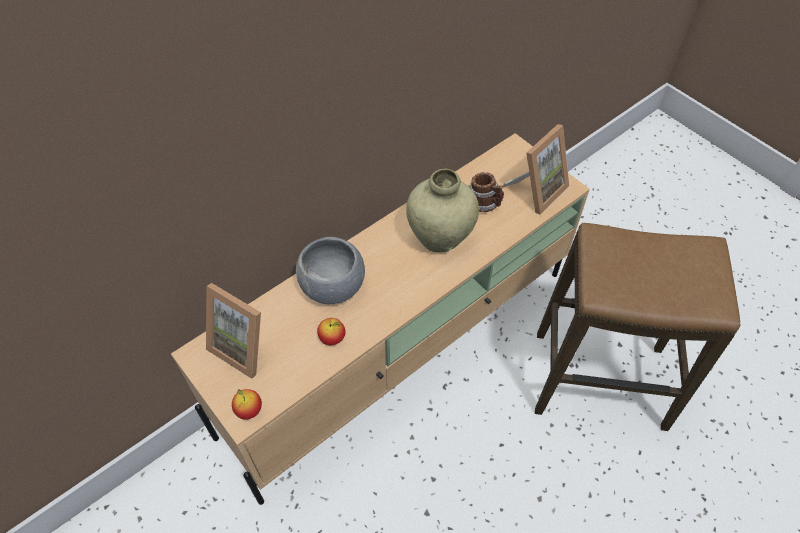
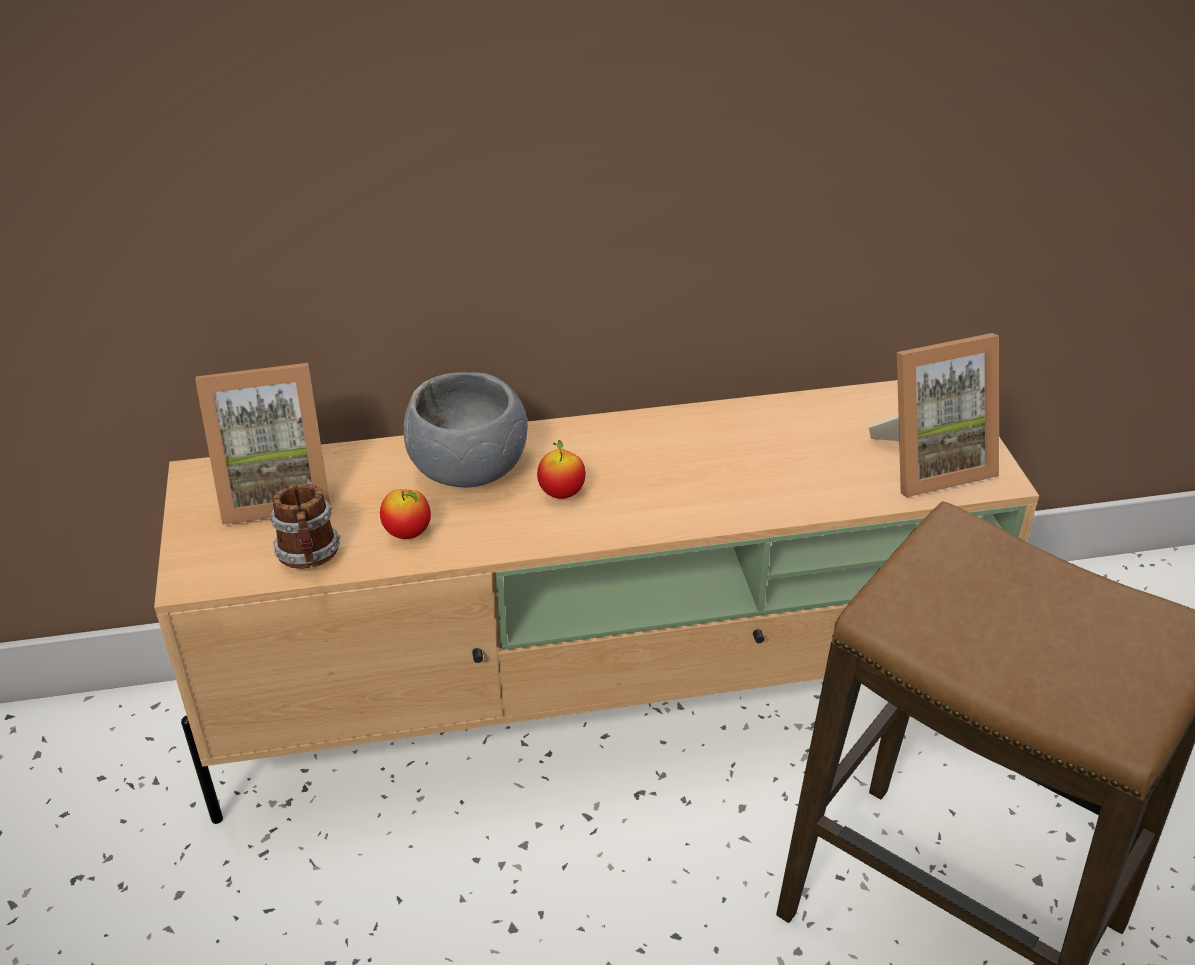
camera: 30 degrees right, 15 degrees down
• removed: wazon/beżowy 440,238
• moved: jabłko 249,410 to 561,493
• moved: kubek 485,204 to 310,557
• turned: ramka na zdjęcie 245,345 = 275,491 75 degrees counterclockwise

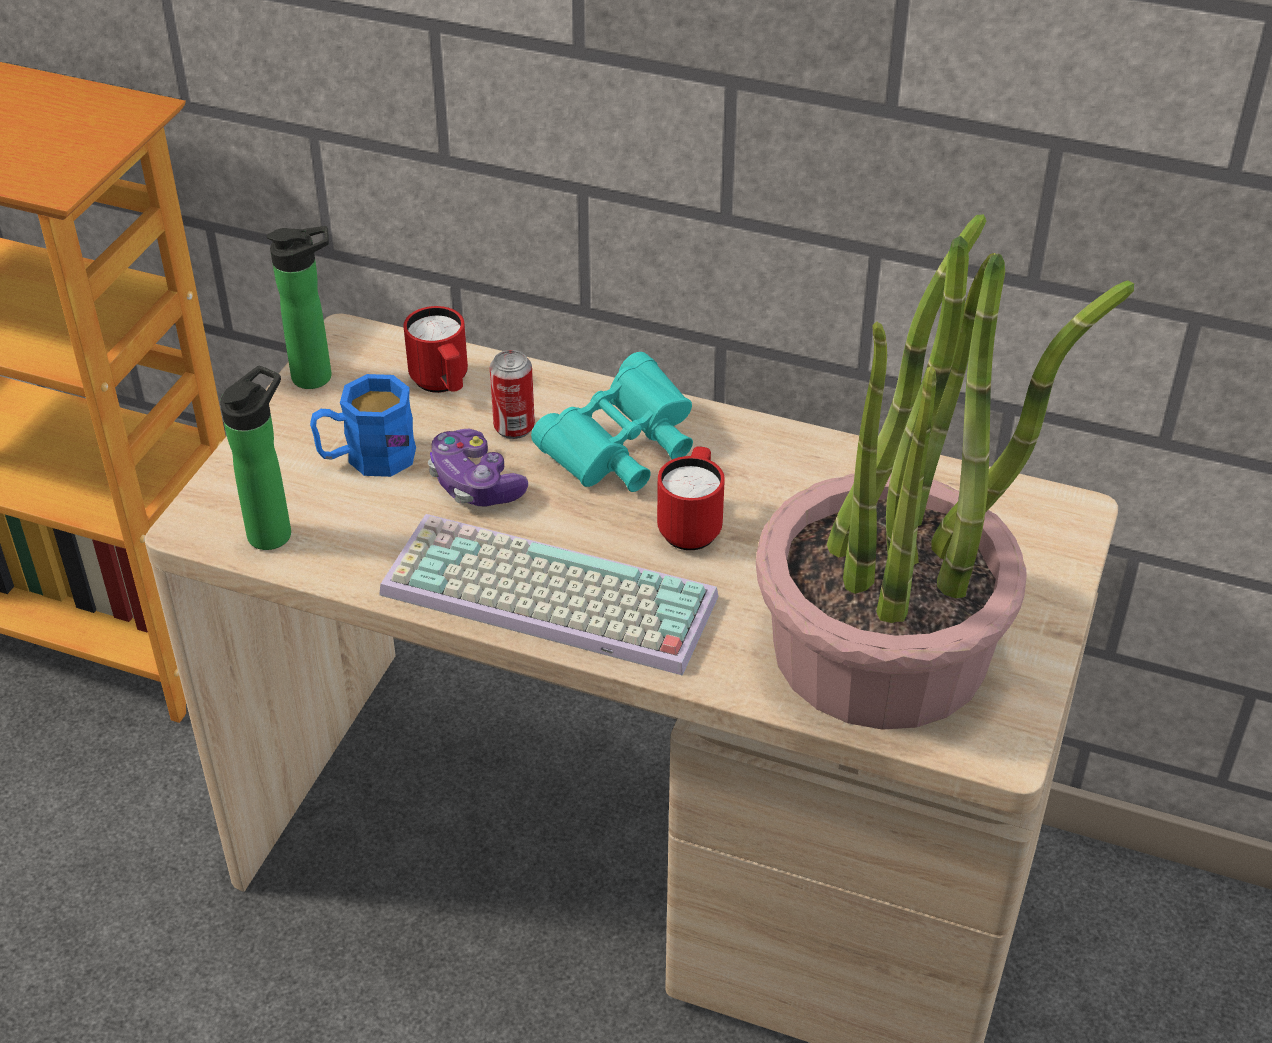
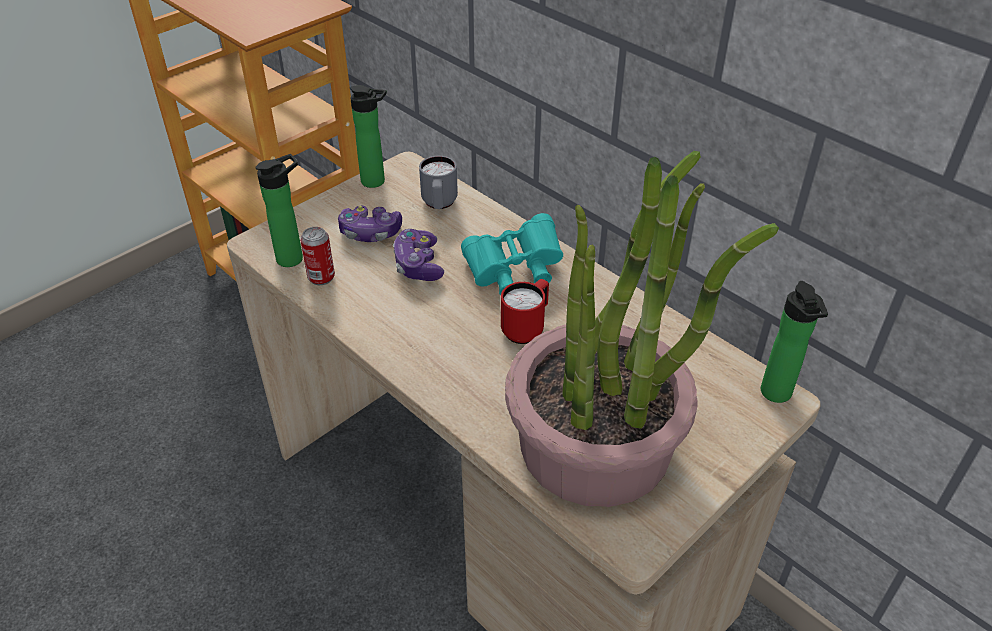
camera: 25 degrees right, 0 degrees up
• removed: klawiatura 542,599
• added: butelka 777,395
• moved: puszka 514,427 to 321,277
• replaced: kubek/niebieski 367,458 to pad do gier 370,233
• recoloured: kubek/czerwony 442,385 to kubek/szary 439,205

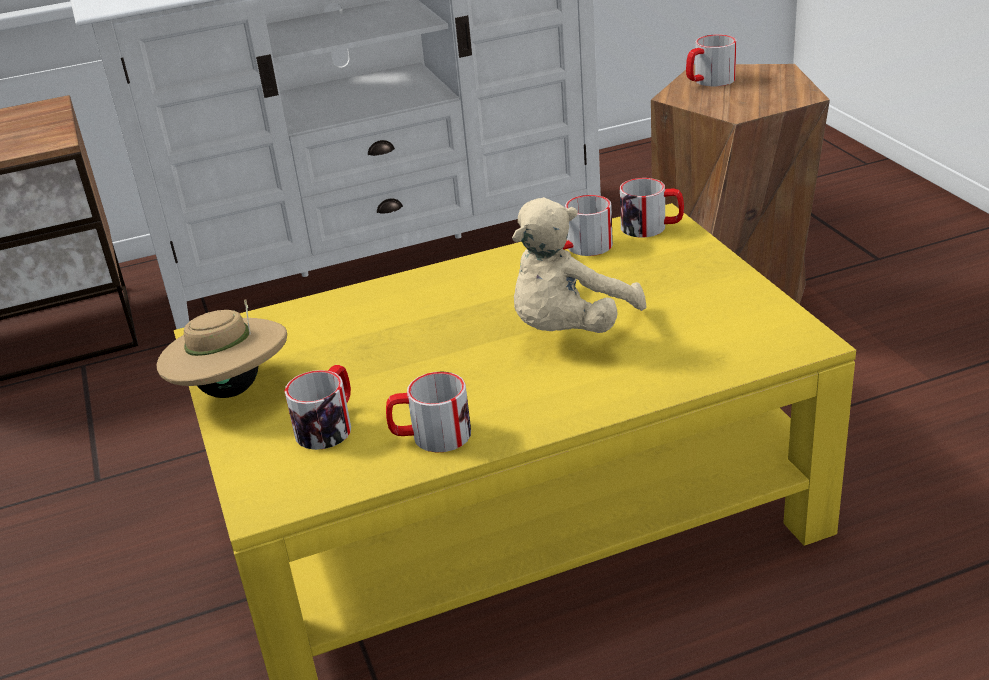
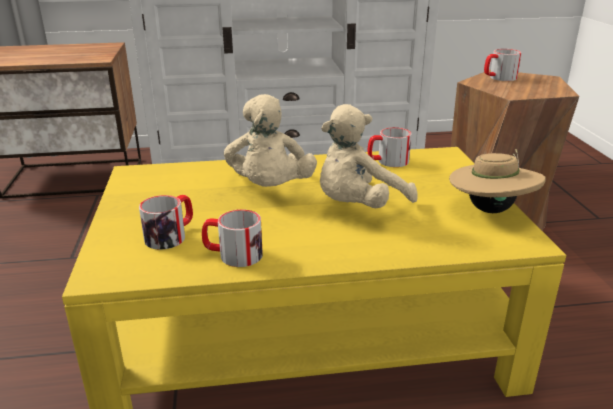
camera: 10 degrees right, 5 degrees down
• removed: kubek 652,227
• added: pluszak/beżowy 269,189
• moved: kapelusz/beżowy 232,390 to 490,210

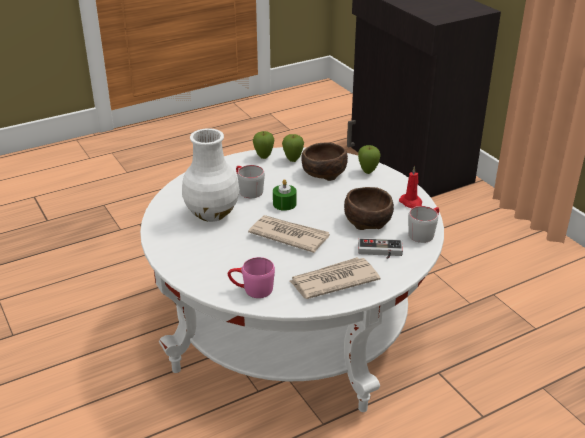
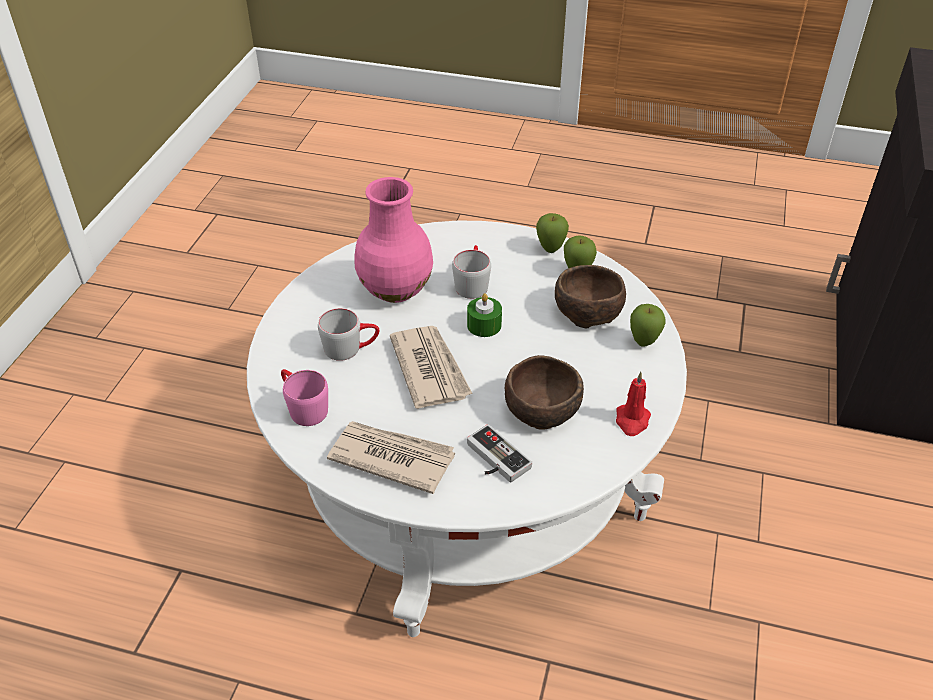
camera: 45 degrees right, 10 degrees up
• moved: kubek/szary 424,232 to 351,348
• recoloured: wazon/biały 212,213 to wazon/różowy 396,289

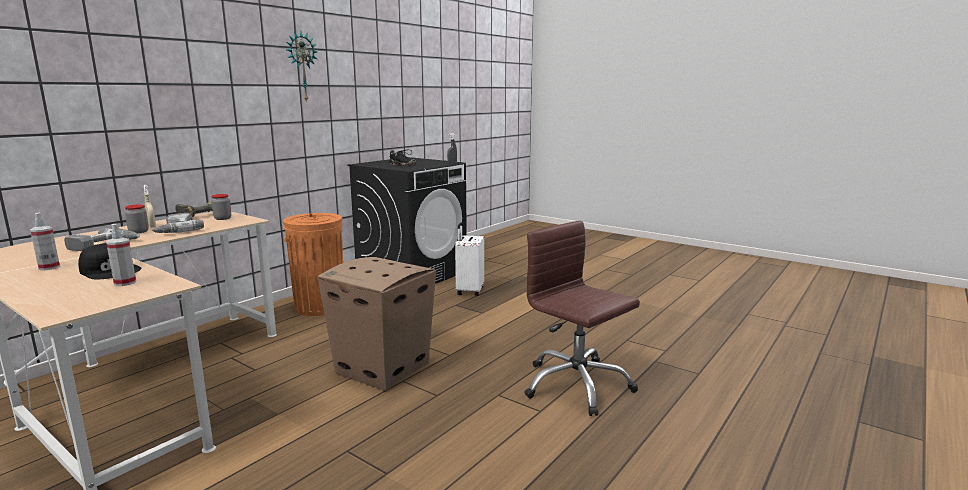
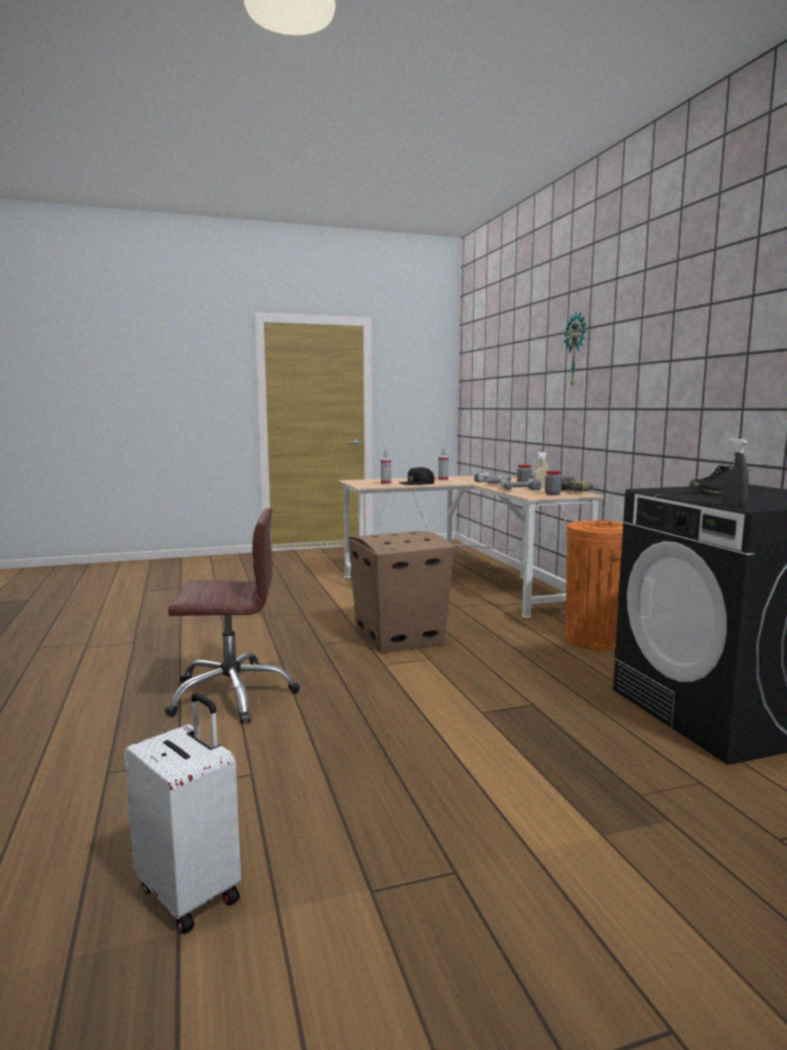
camera: 125 degrees right, 5 degrees down
• moved: zegar ścienny 301,66 to 576,350
• moved: walizka/biały 469,291 to 191,892

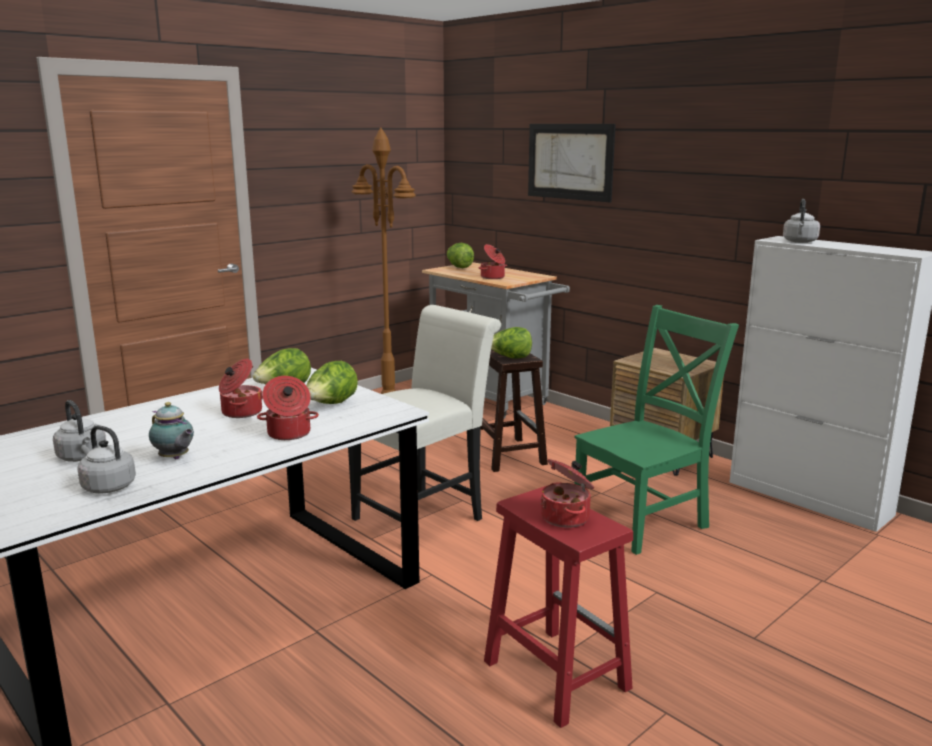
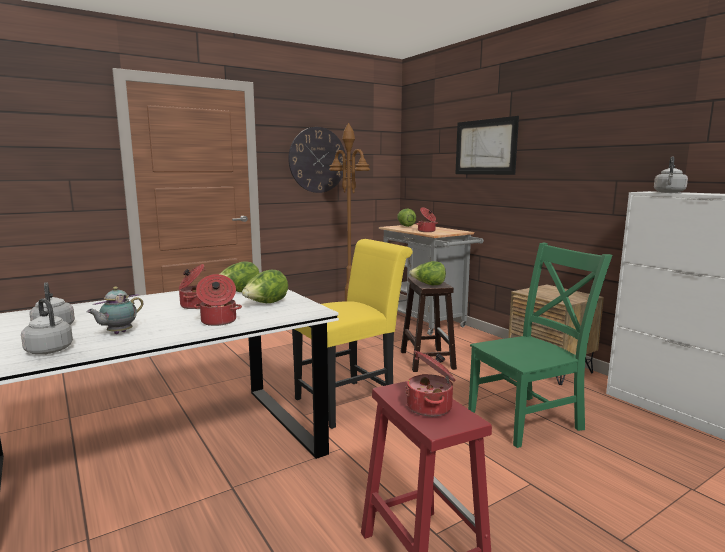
camera: 10 degrees right, 5 degrees down
• added: zegar ścienny 317,160
• recoloured: krzesło/biały 424,516 to krzesło/żółty 350,401
• turned: imbryk 174,458 = 118,333 75 degrees clockwise

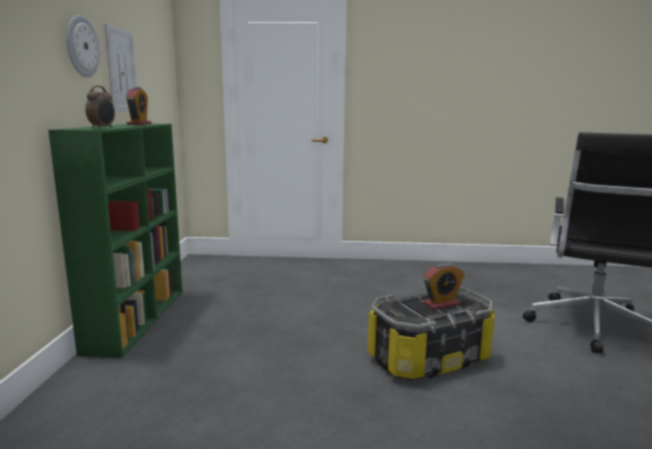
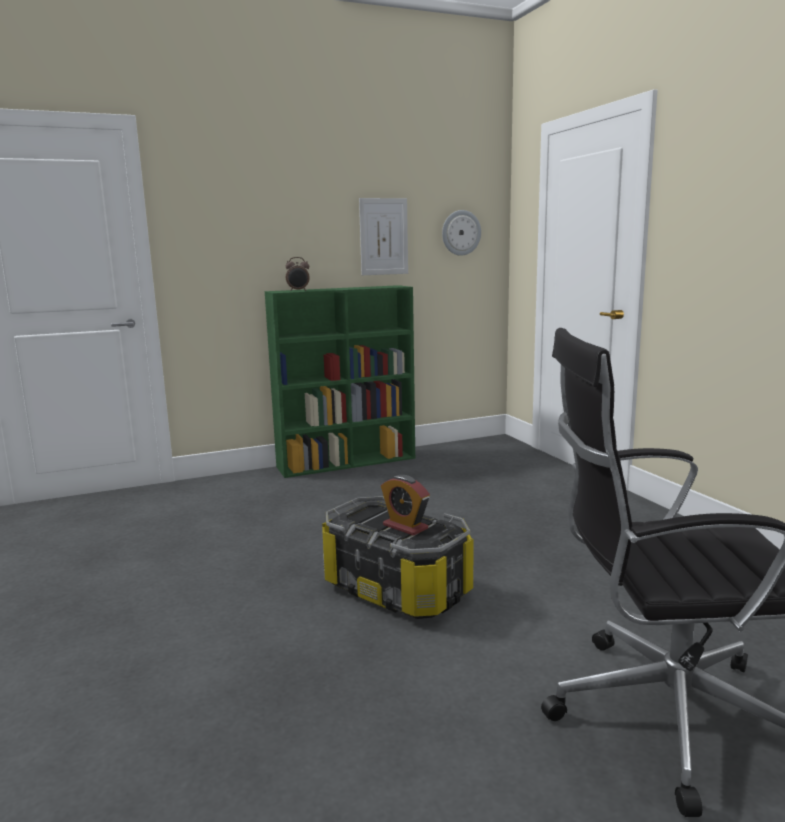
camera: 65 degrees right, 0 degrees up
• removed: budzik 139,124
• moved: zegar ścienny 81,46 to 461,233

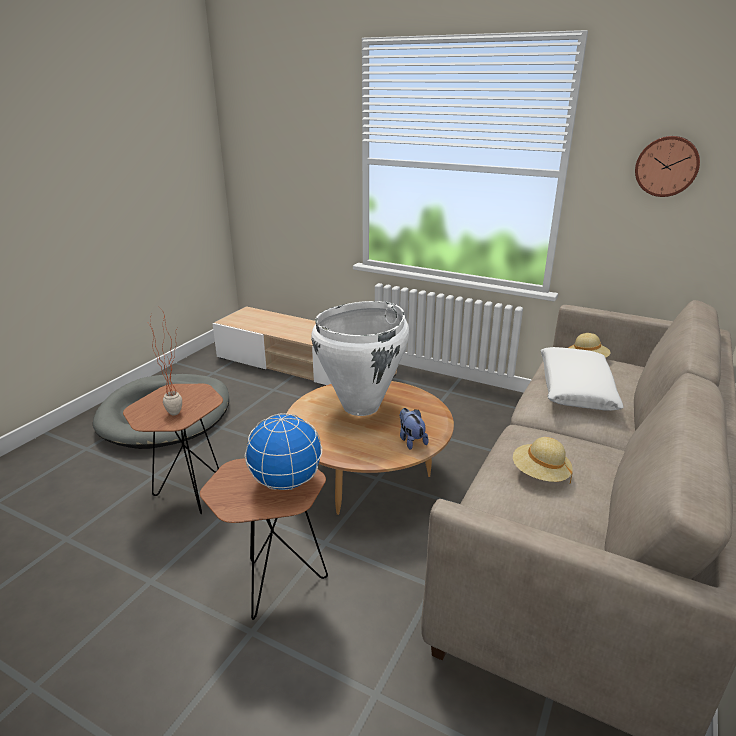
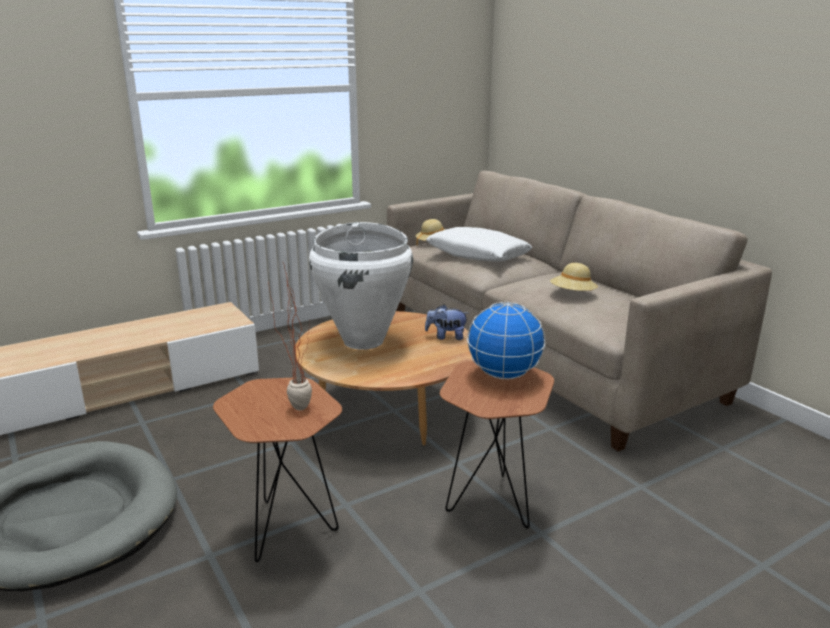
camera: 60 degrees left, 5 degrees down
• removed: zegar ścienny 667,166

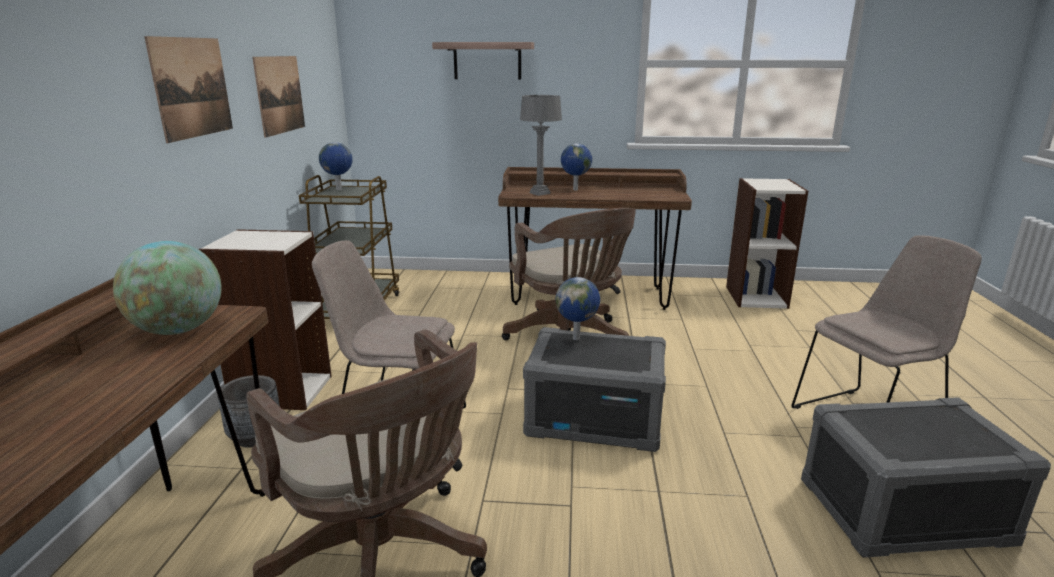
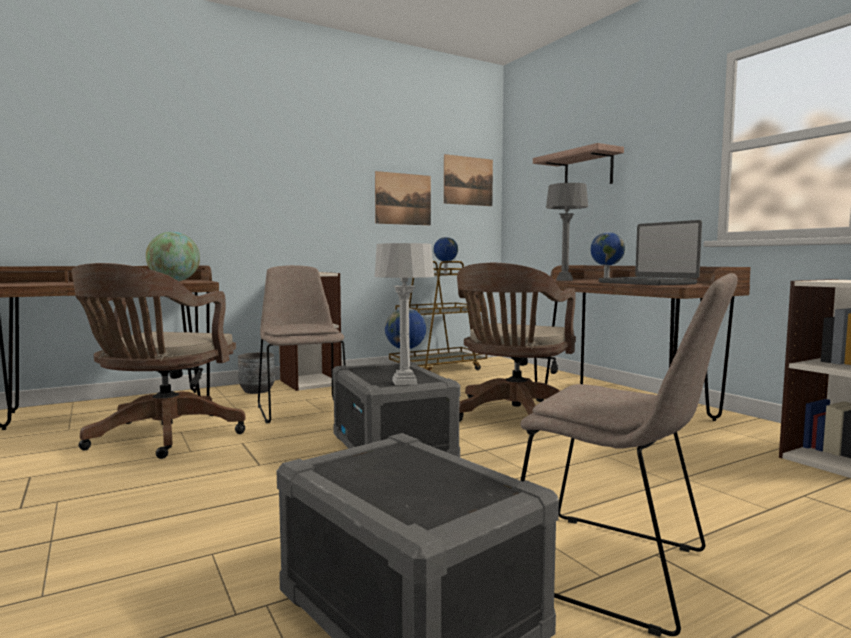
camera: 55 degrees right, 15 degrees down
• added: lampa stołowa/szary 404,382
• added: laptop 647,283
• moved: obraz 192,87 to 468,181

